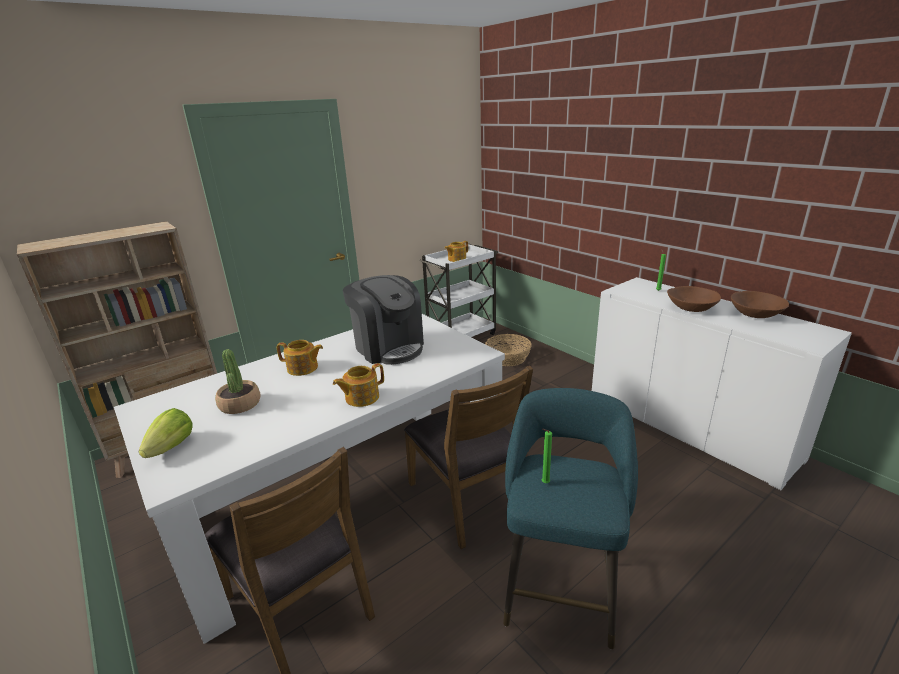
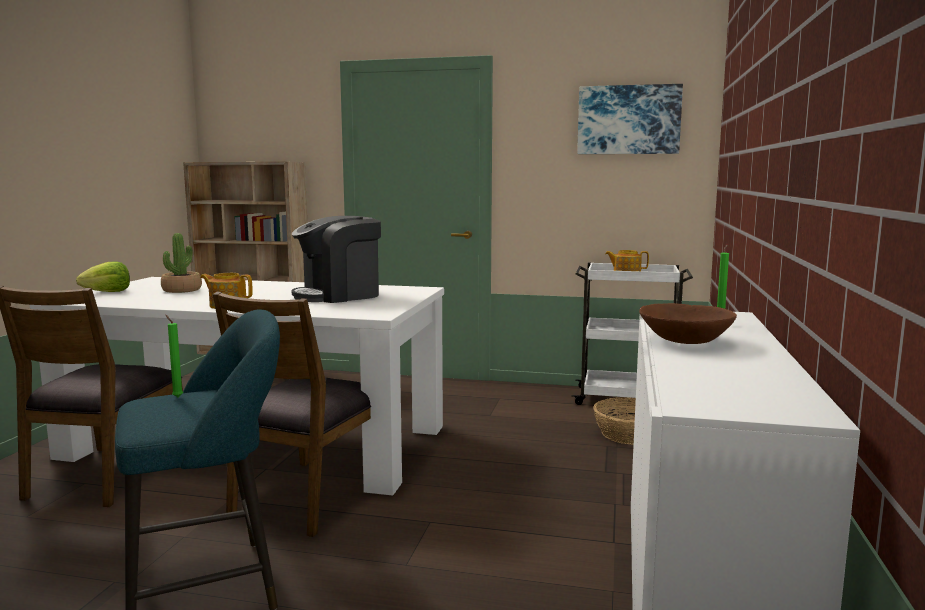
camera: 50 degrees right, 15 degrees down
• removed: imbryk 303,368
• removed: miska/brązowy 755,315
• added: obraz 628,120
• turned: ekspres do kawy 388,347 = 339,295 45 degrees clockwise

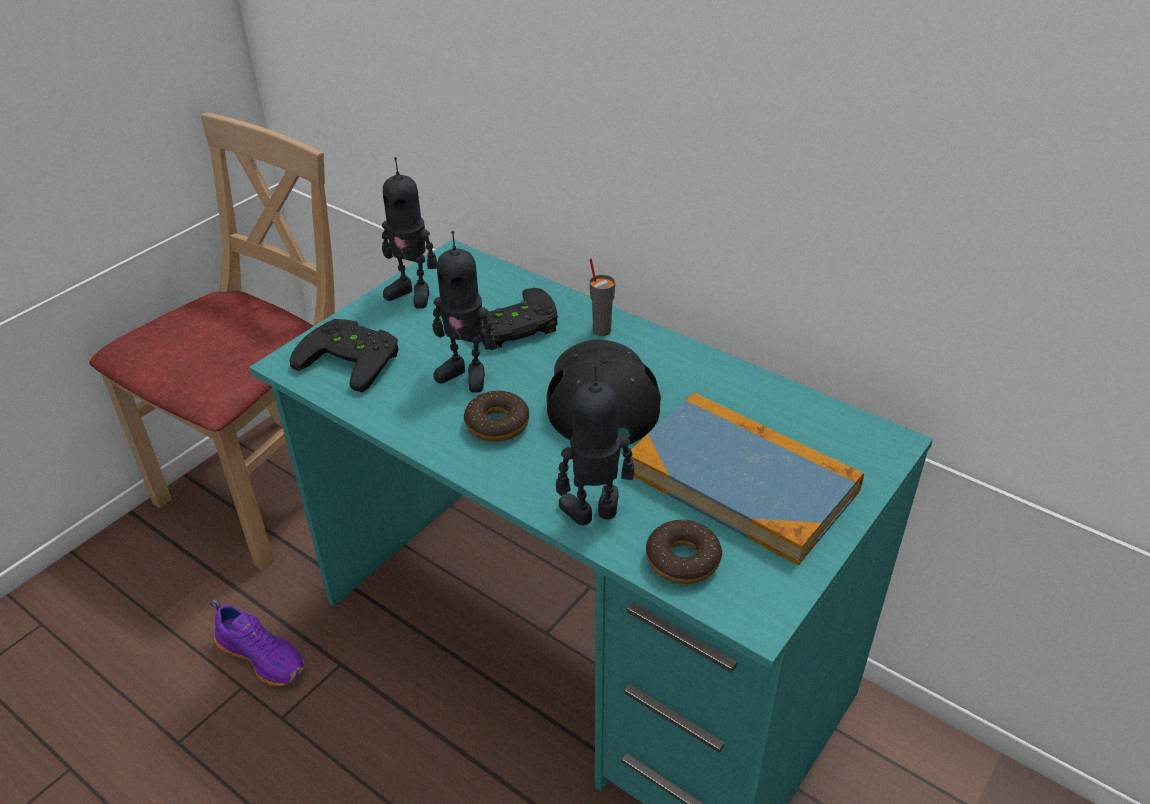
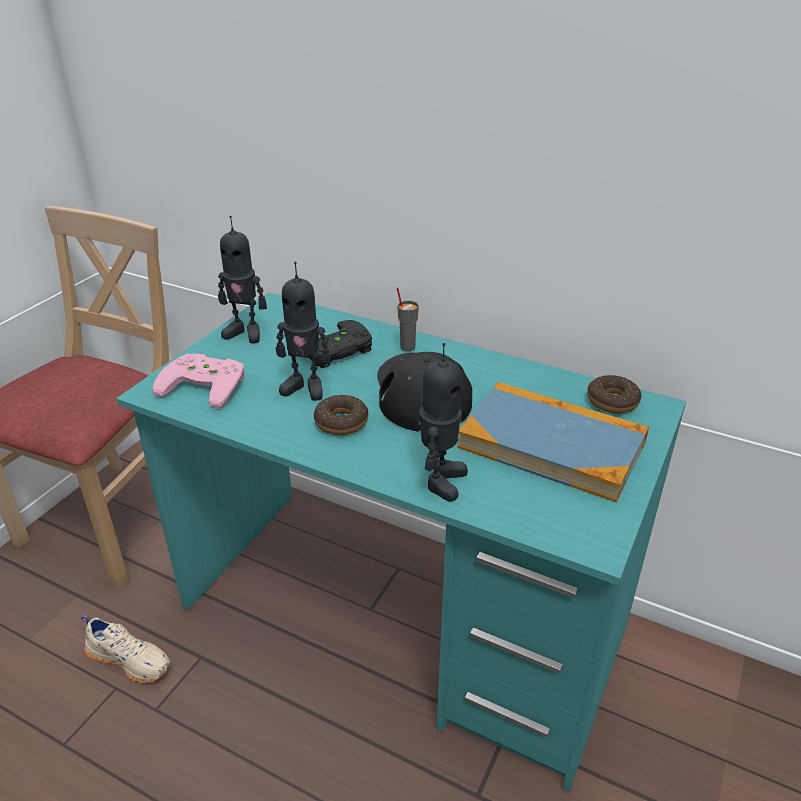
camera: 10 degrees left, 5 degrees down
• moved: donut 682,560 to 612,401
• recoloured: but/fioletowy 263,655 to but/beżowy 130,659
• recoloured: pad do gier/czarny 353,357 to pad do gier/różowy 206,383
• turned: robot zabawkowy 594,513 = 440,481 135 degrees clockwise

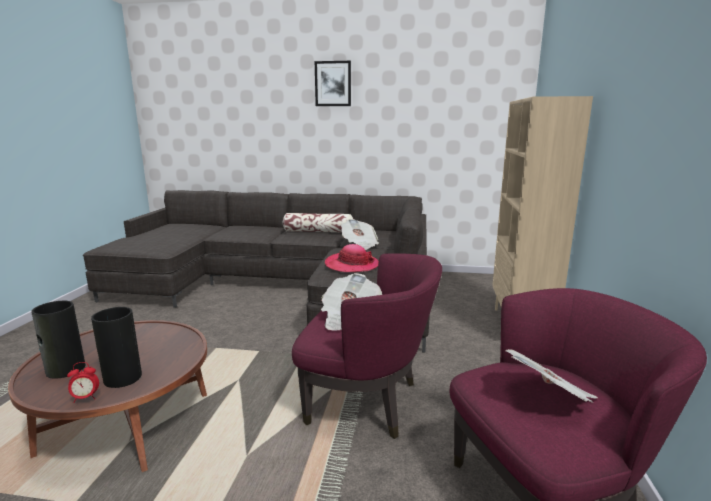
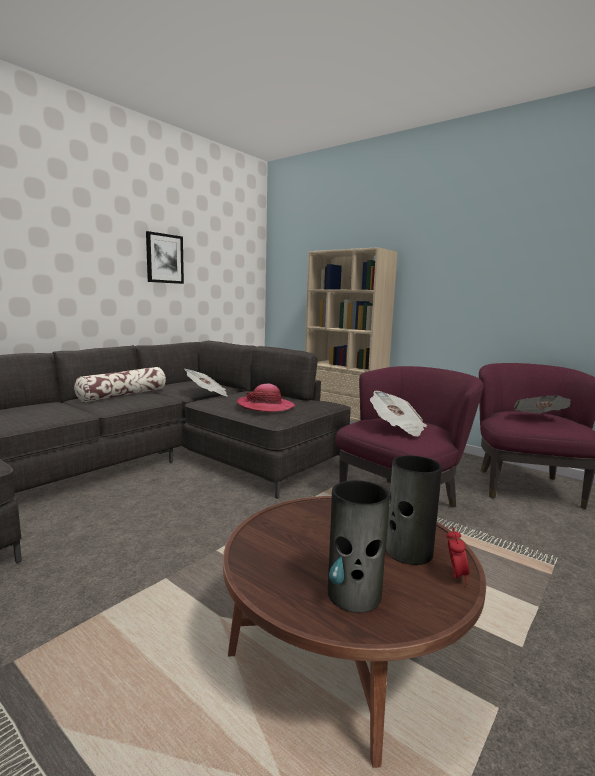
camera: 60 degrees left, 5 degrees down
• moved: obraz 333,84 to 164,258

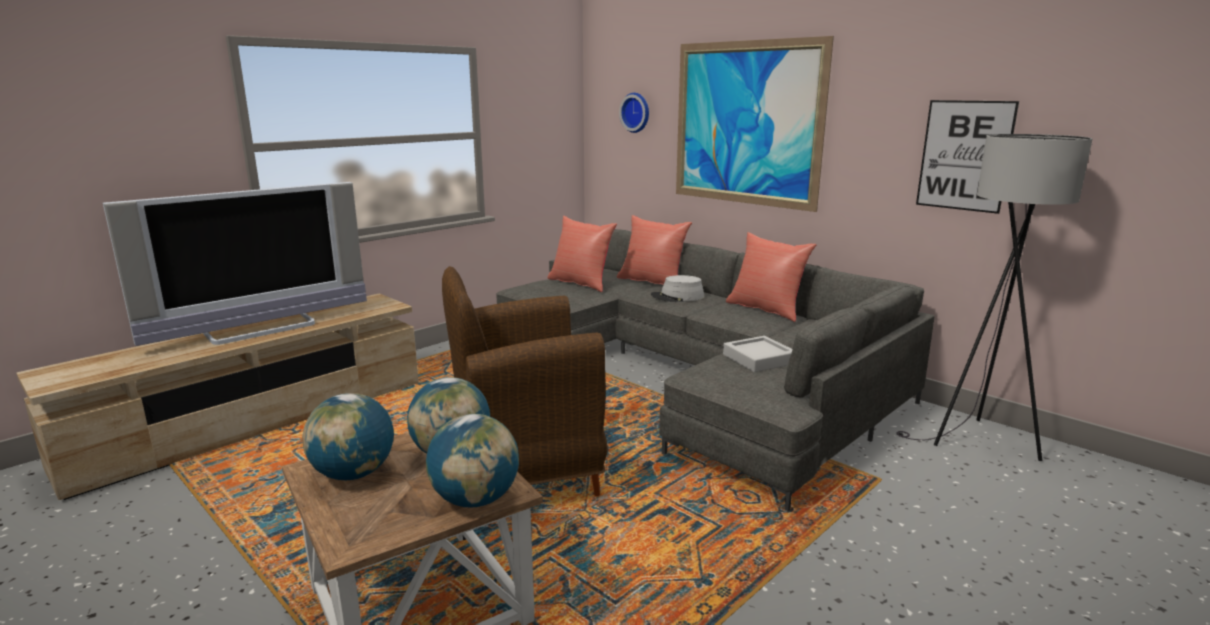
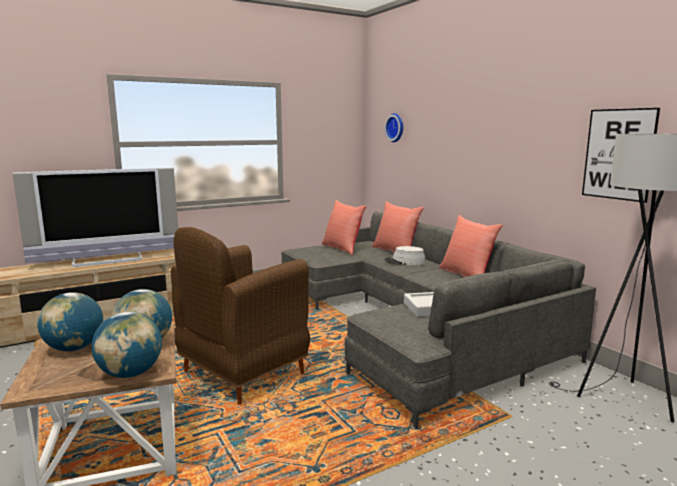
camera: 15 degrees right, 5 degrees down
• removed: obraz 746,124
• turned: fotel/brązowy 525,472 = 241,374 45 degrees counterclockwise

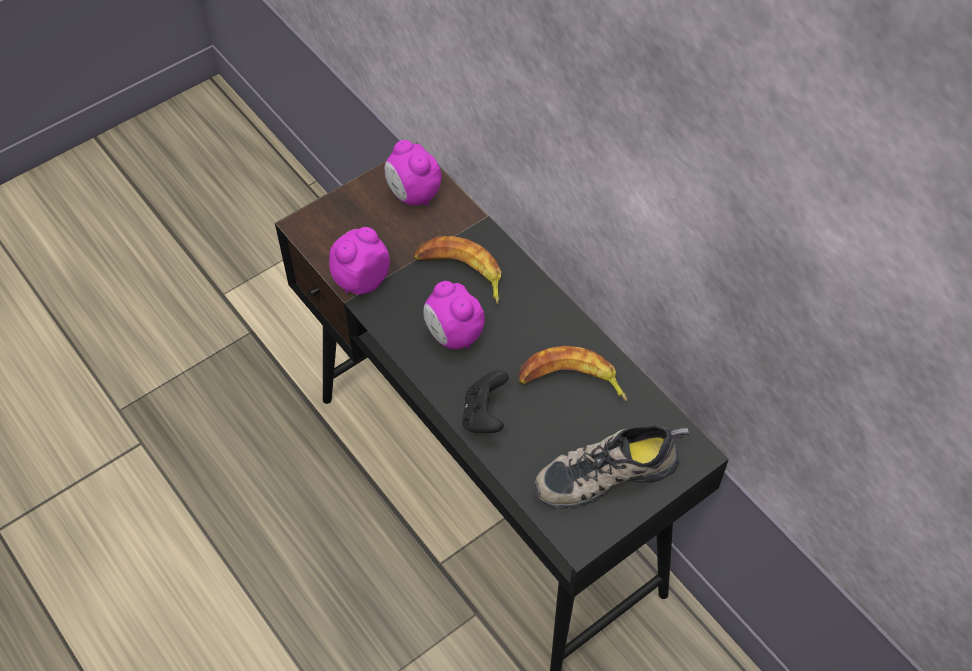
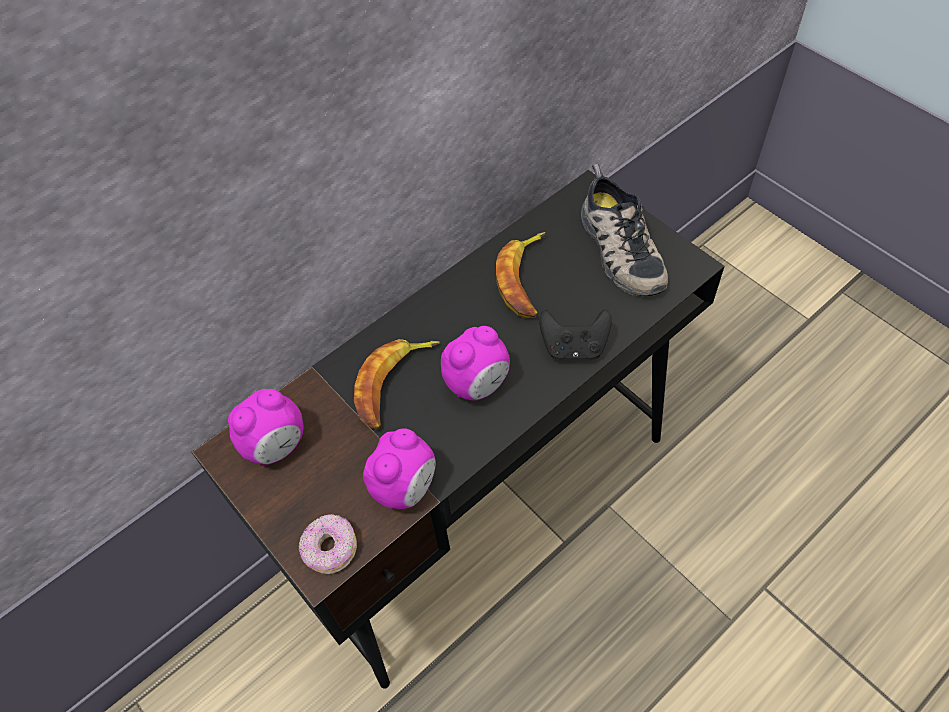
camera: 90 degrees left, 0 degrees up
• added: donut 330,549
• turned: budzik 361,280 = 406,487 105 degrees counterclockwise

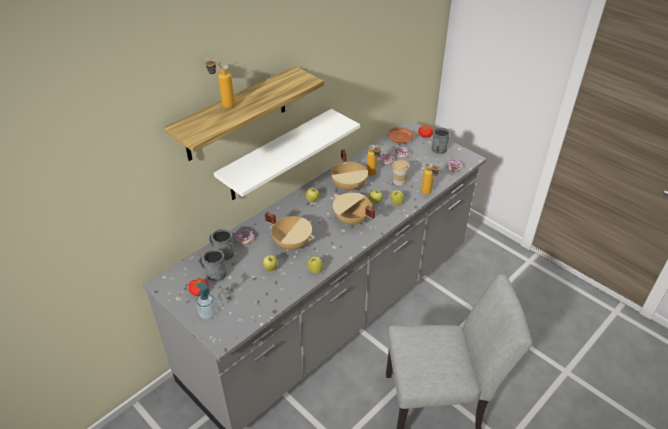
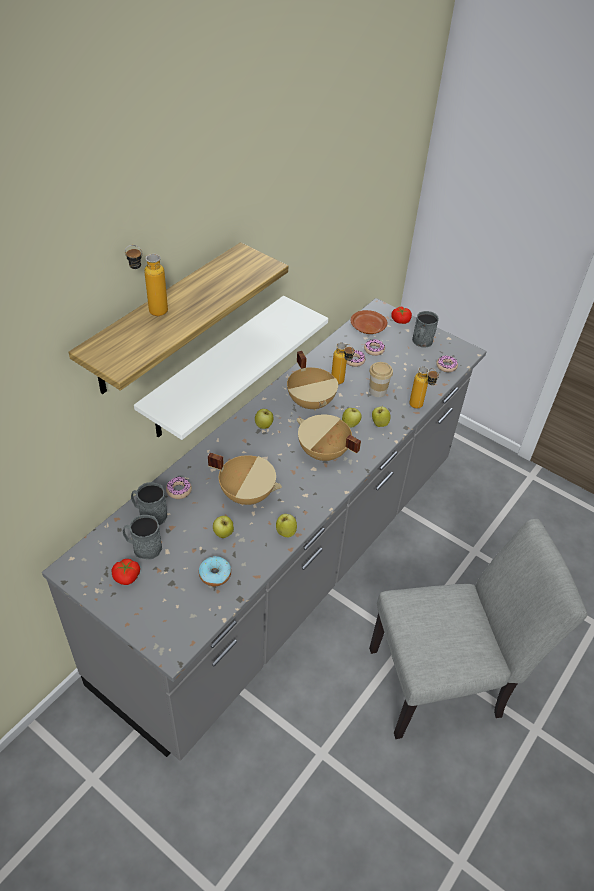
camera: 10 degrees left, 5 degrees up
• removed: dozownik mydła 208,314
• added: donut 215,575

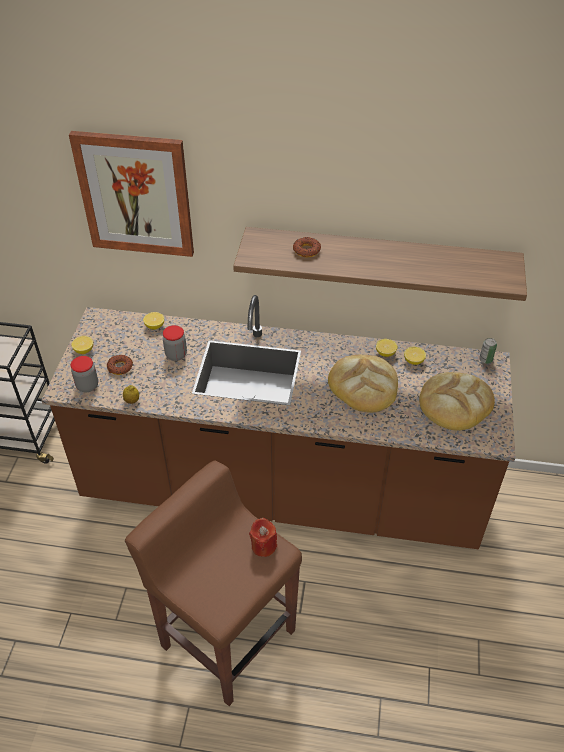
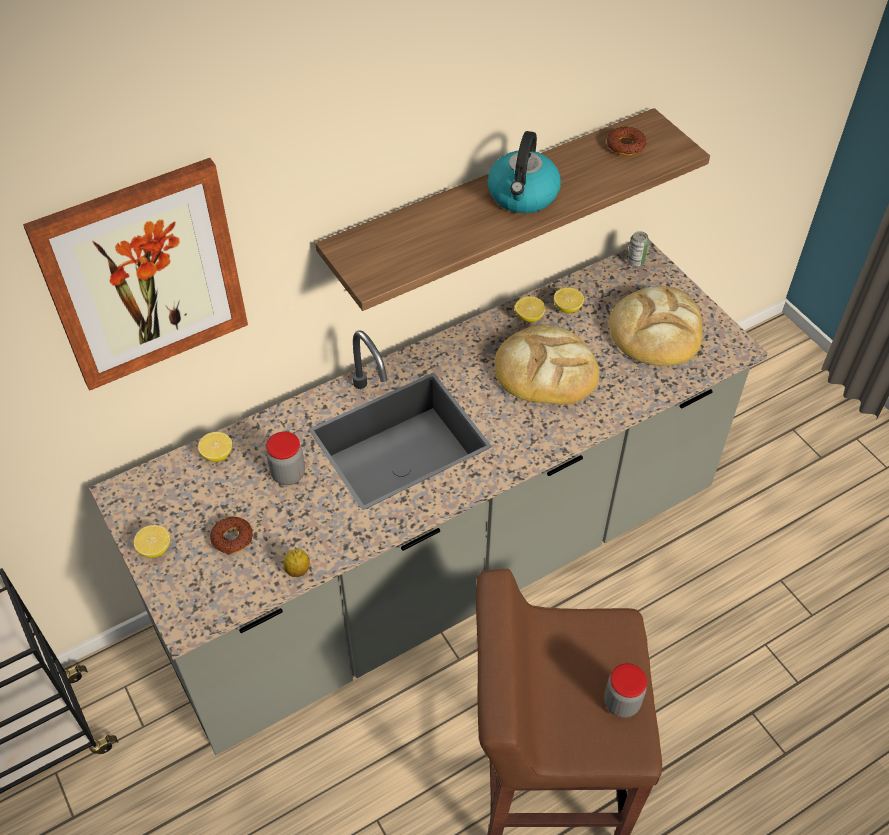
camera: 40 degrees left, 5 degrees up
• removed: świeca/czerwony 263,546
• added: czajnik 523,196
• moved: słoik 87,386 to 621,703
• moved: donut 306,250 to 625,145
• recoloured: zabudowa kuchenna/brązowy 282,490 to zabudowa kuchenna/szary 444,567

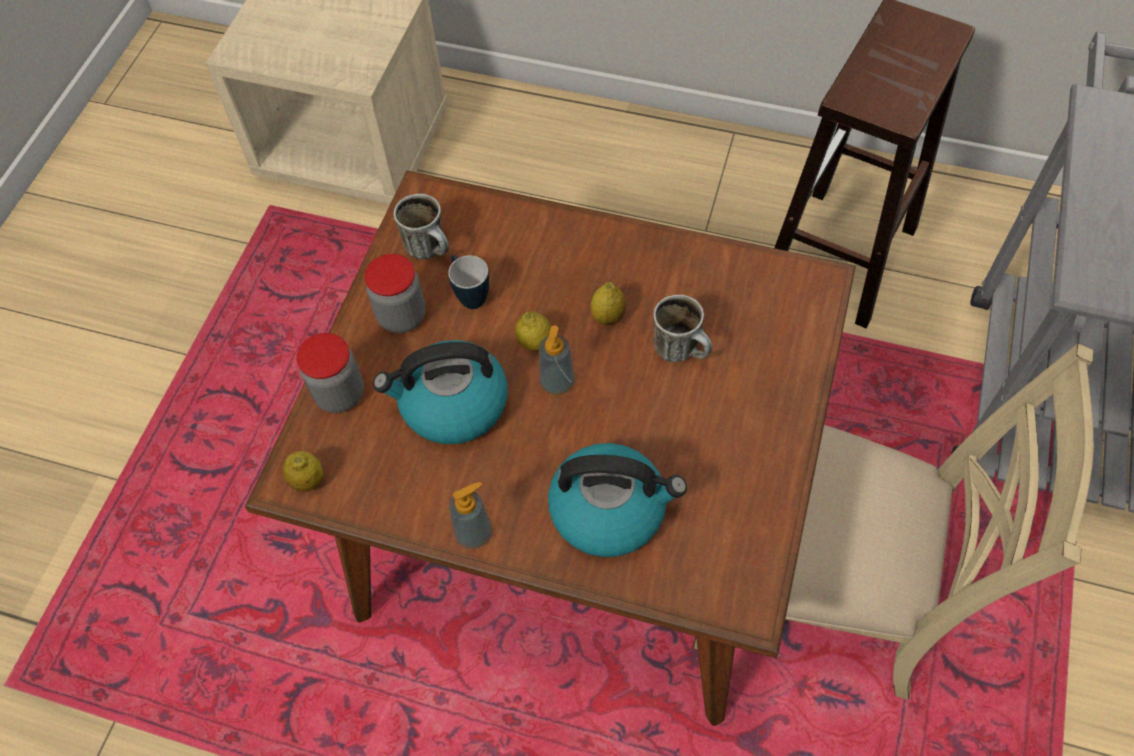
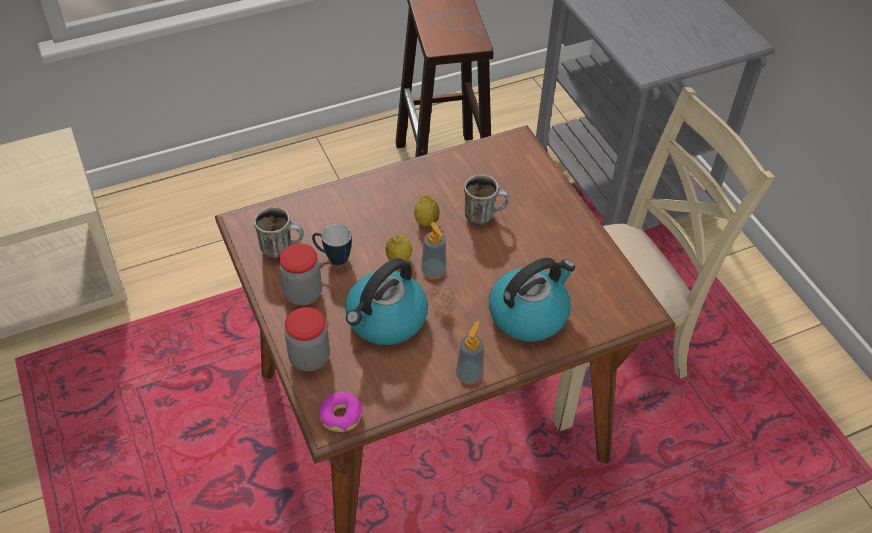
camera: 45 degrees left, 10 degrees down
• replaced: cytryna 307,480 to donut 341,416

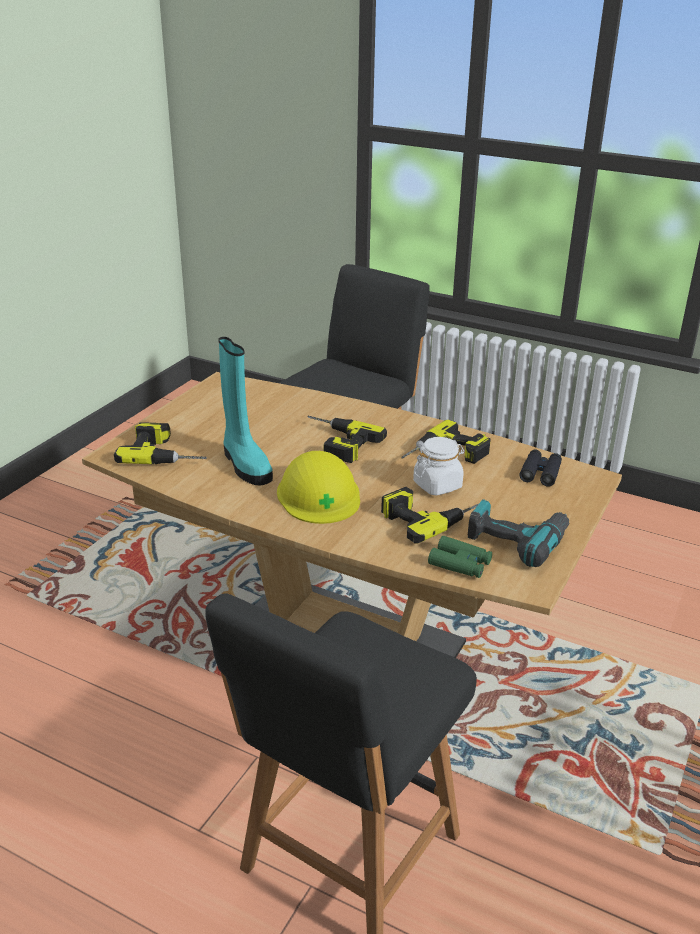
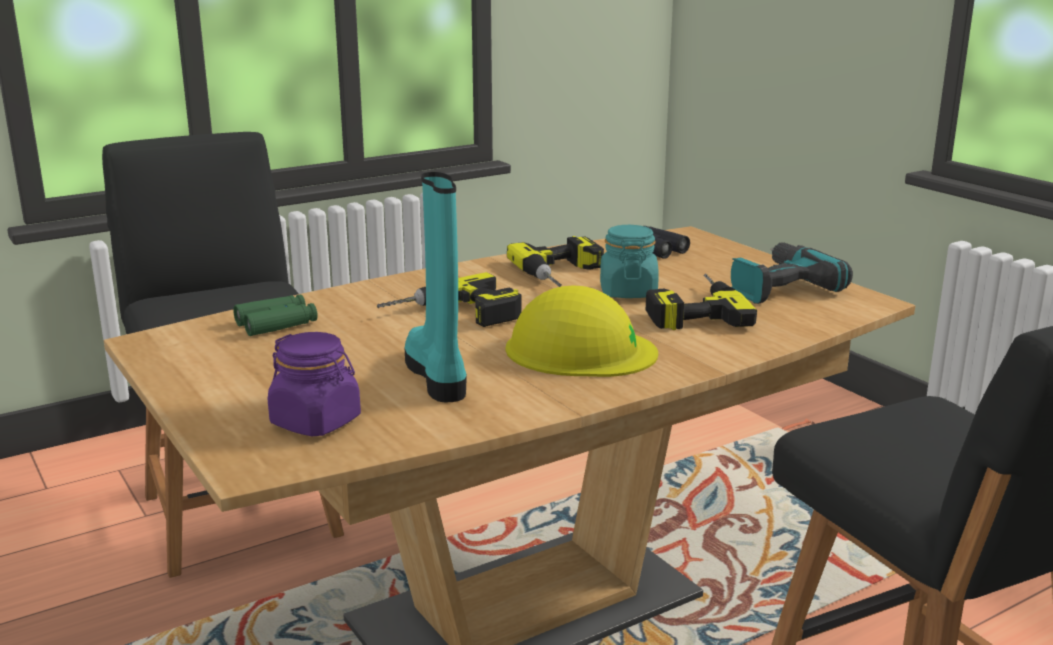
camera: 60 degrees left, 10 degrees down
• moved: lornetka/zielony 460,564 to 277,324
• replaced: wiertarka 167,452 to słoik/fioletowy 316,422
• recoloured: słoik/biały 437,485 to słoik/turkusowy 628,292
• turned: but z cholewką/turkusowy 245,464 = 438,376 105 degrees counterclockwise

